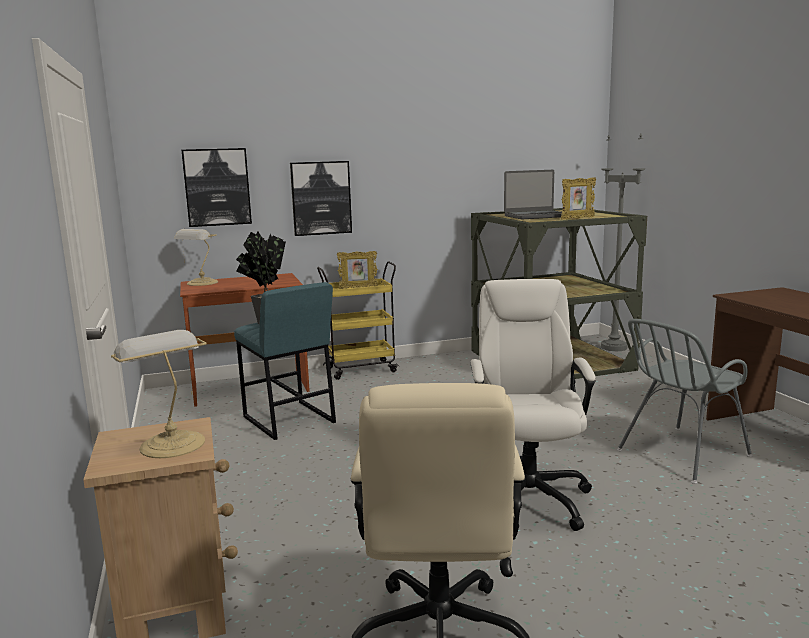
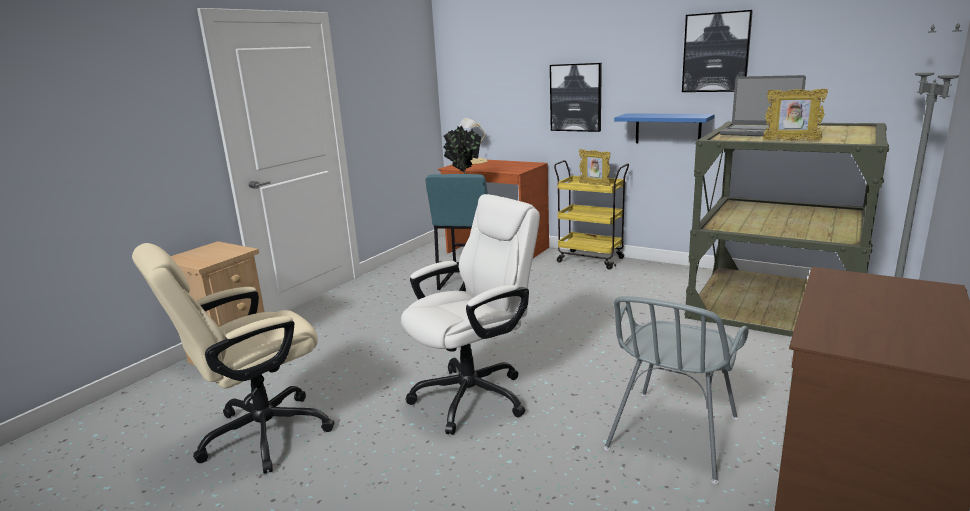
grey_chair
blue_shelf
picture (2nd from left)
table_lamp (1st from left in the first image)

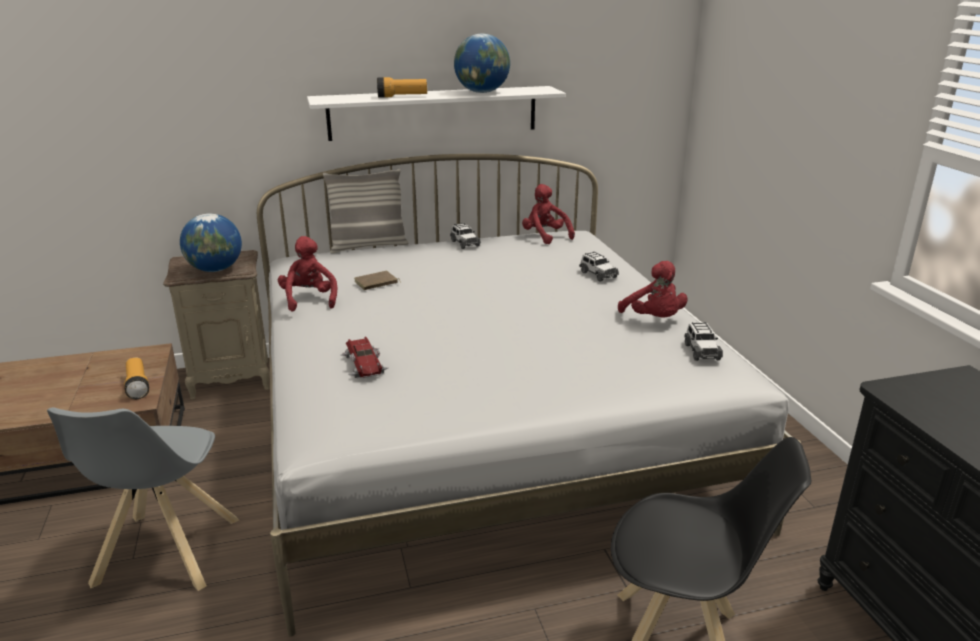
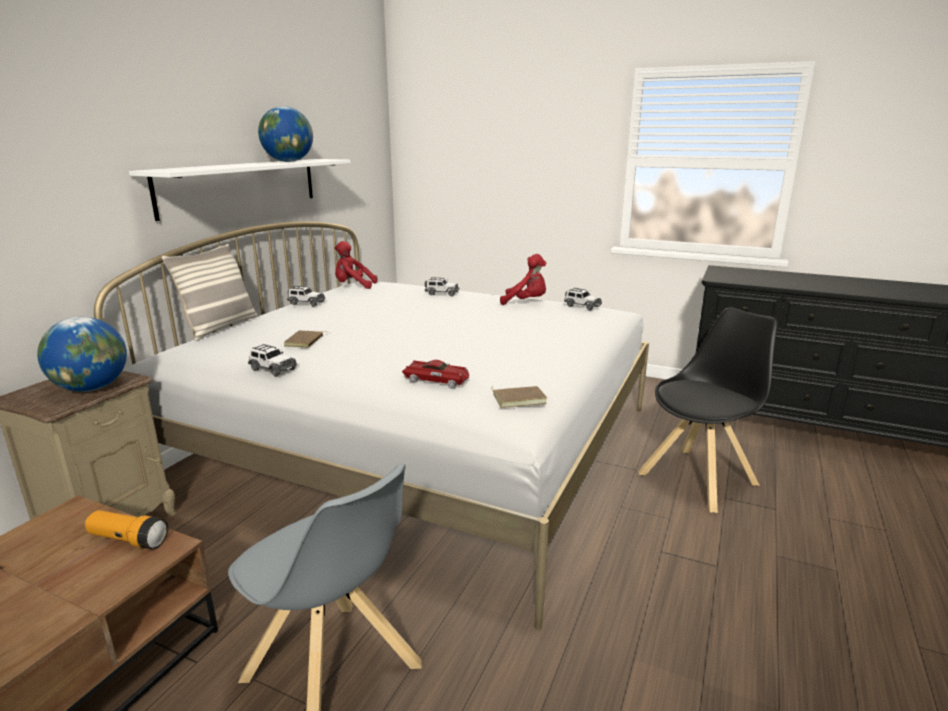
toy_car (1st from left)
brown_book (2nd from left)
flashlight (2nd from left in the first image)

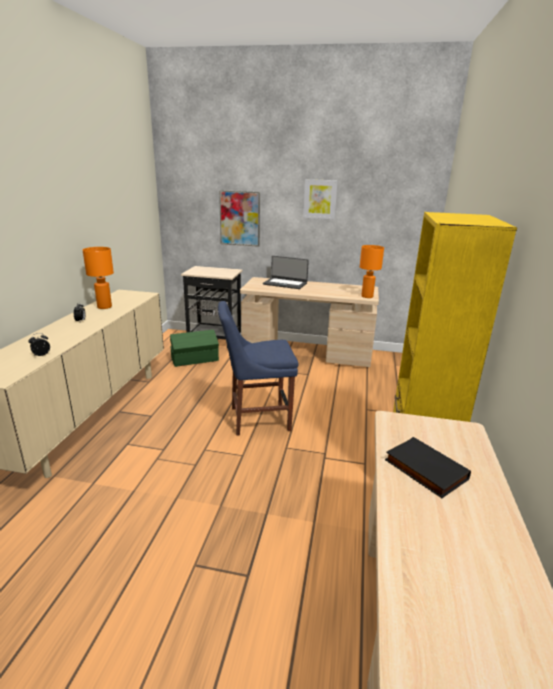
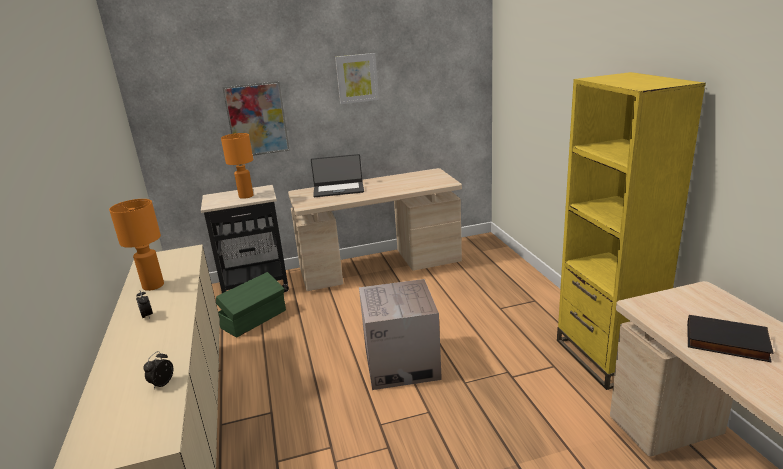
orange_table_lamp (2nd from left)
cardboard_box

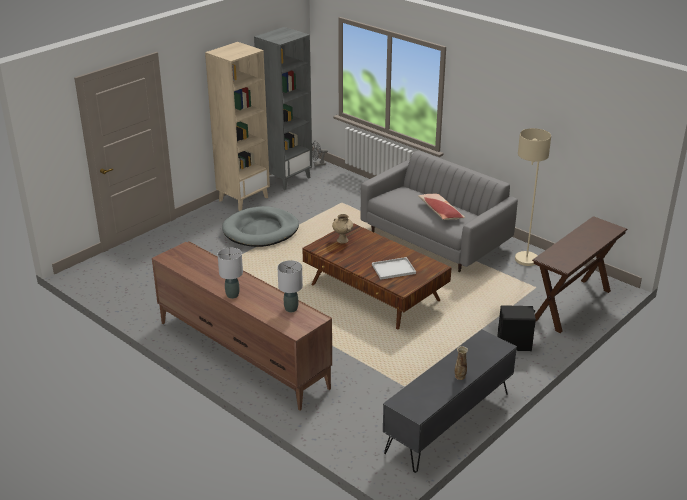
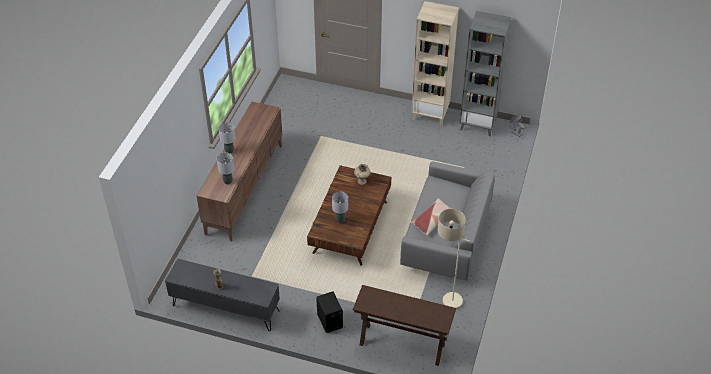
grey_table_lamp (3rd from left)
grey_dog_bed

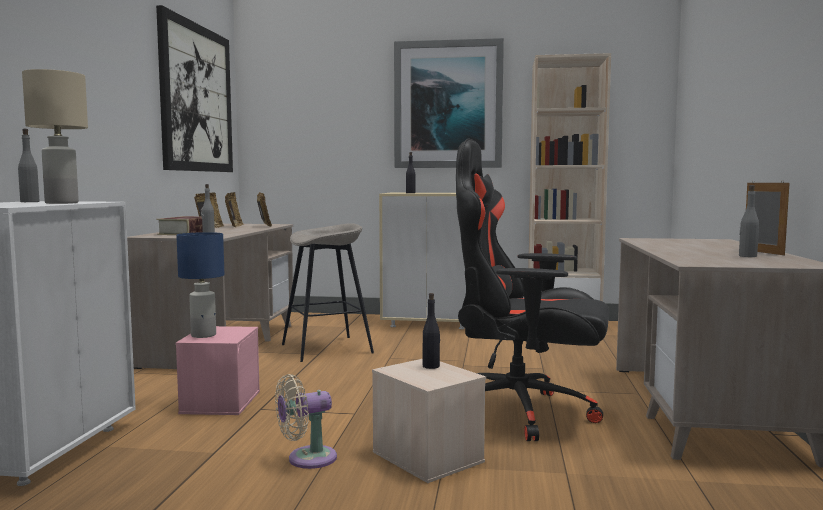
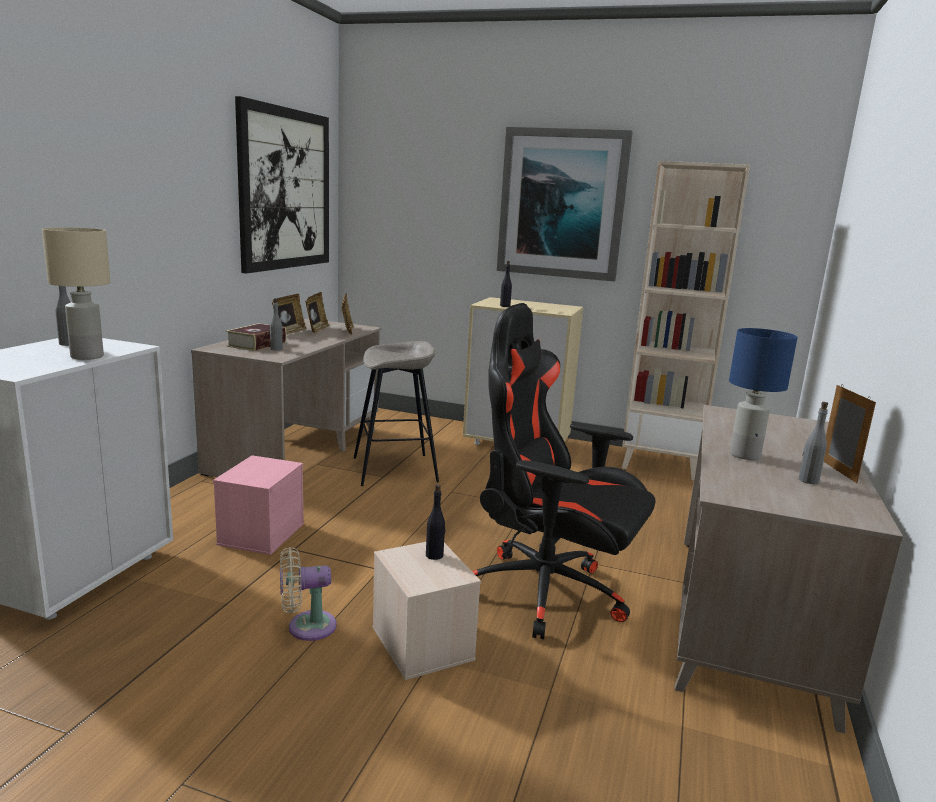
blue_table_lamp

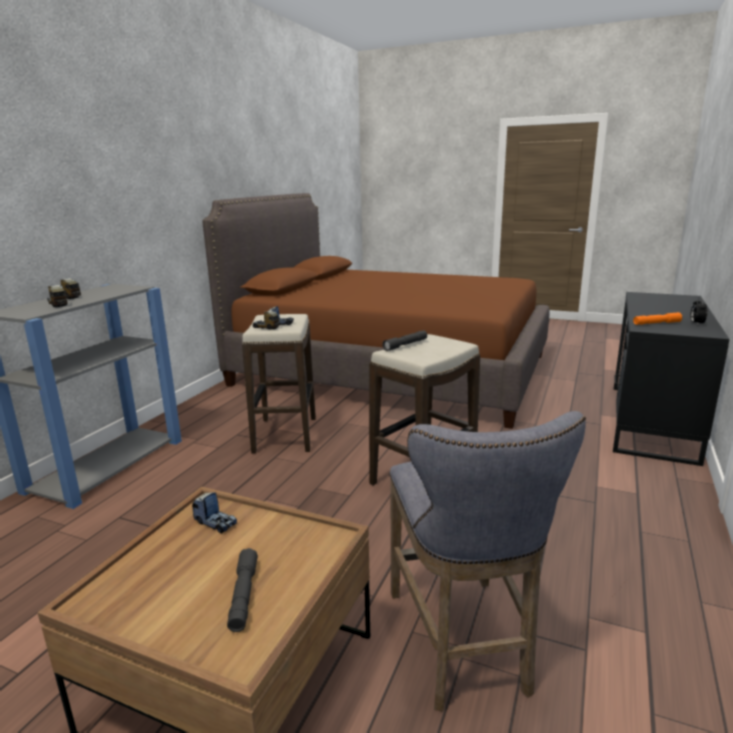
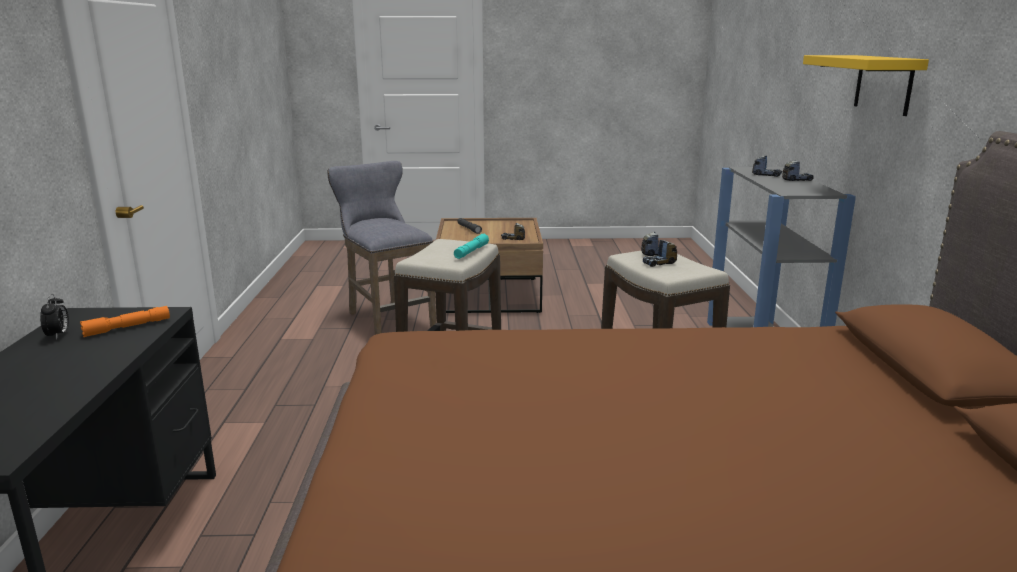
turquoise_flashlight
yellow_shelf

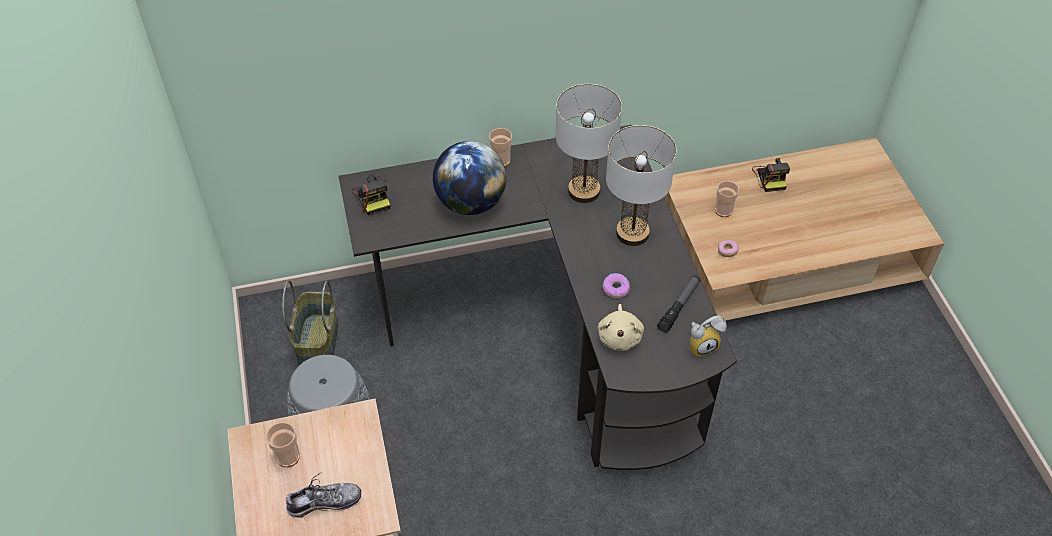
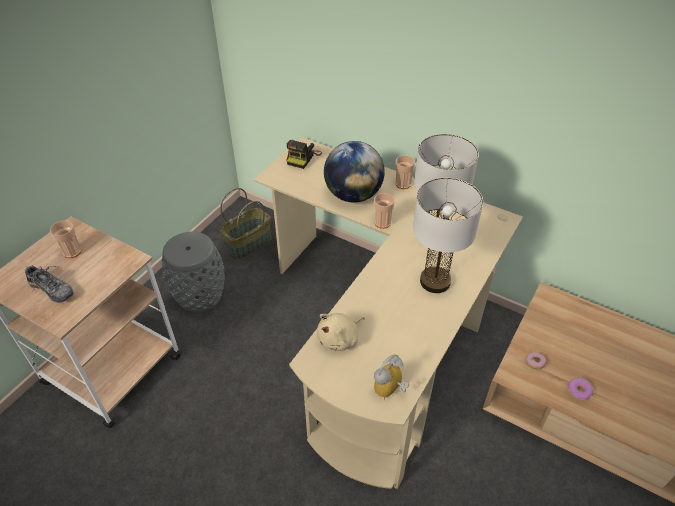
beige_desk
cup (2nd from left)
alarm_clock
donut (2nd from left)
flashlight
photo_camera (2nd from left in the first image)

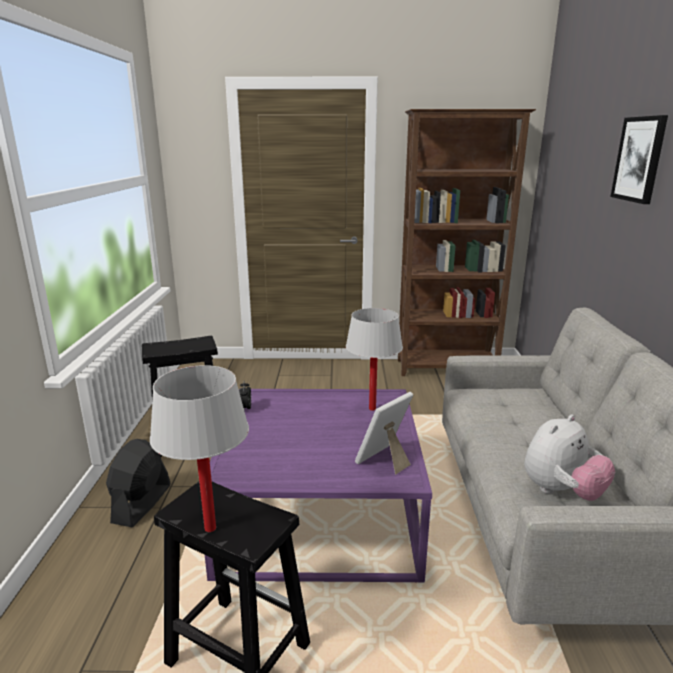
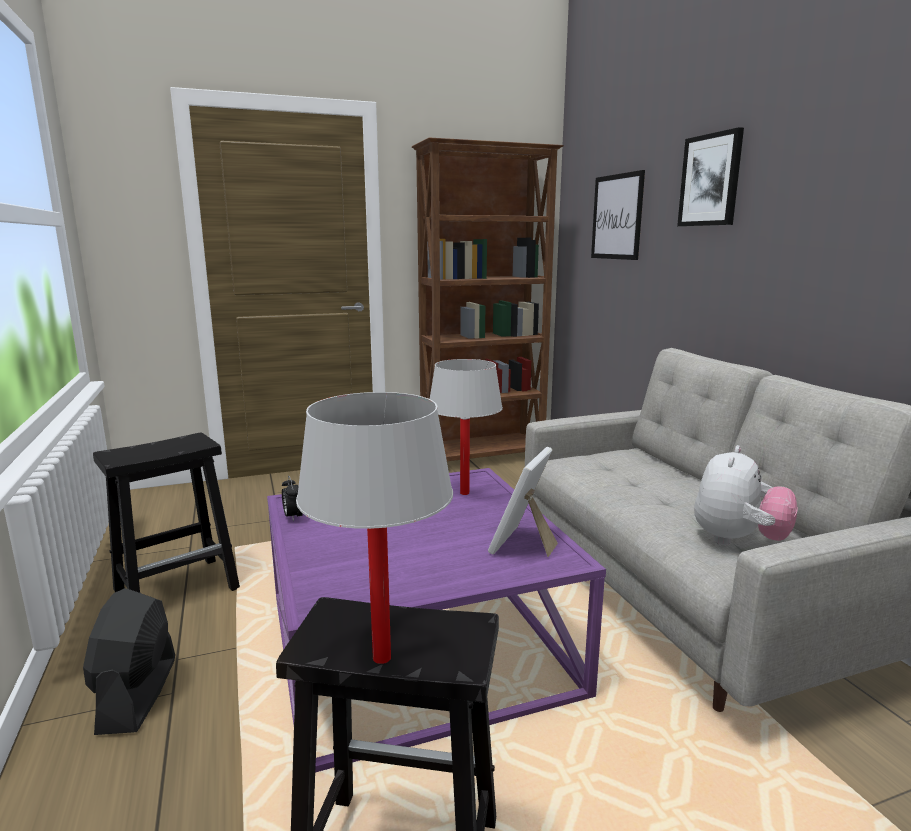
picture (1st from left)

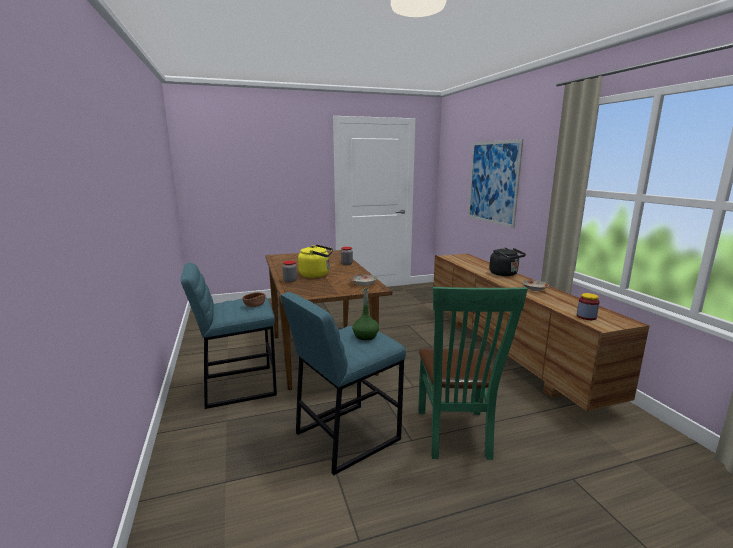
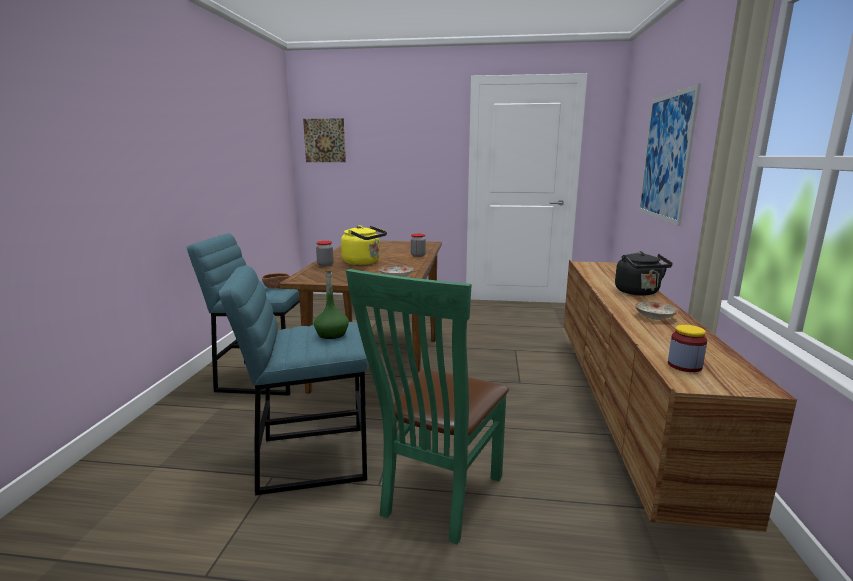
picture (1st from left)

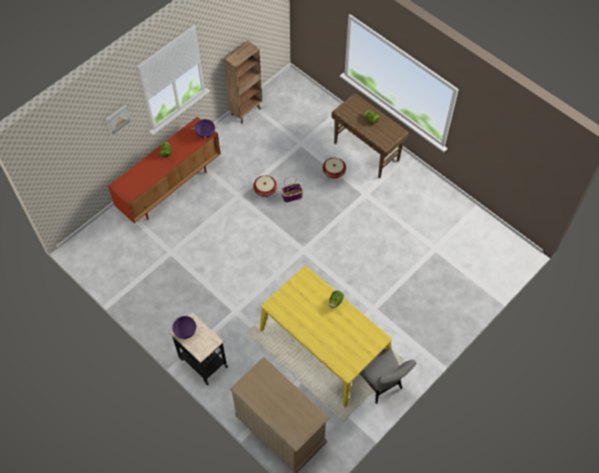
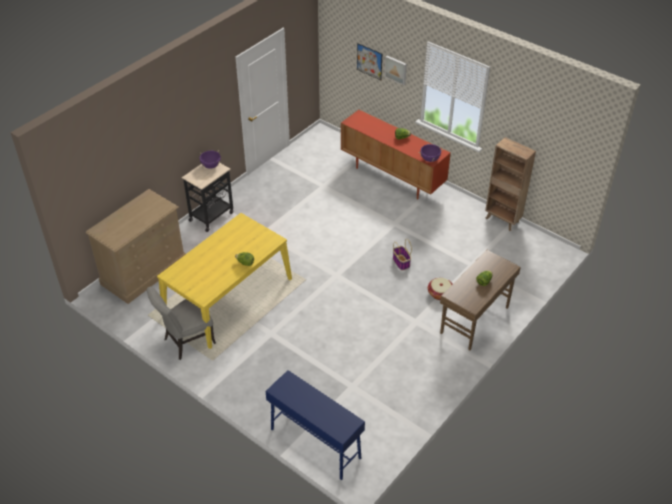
blue_console_table
picture (1st from left)
basket (1st from left in the first image)

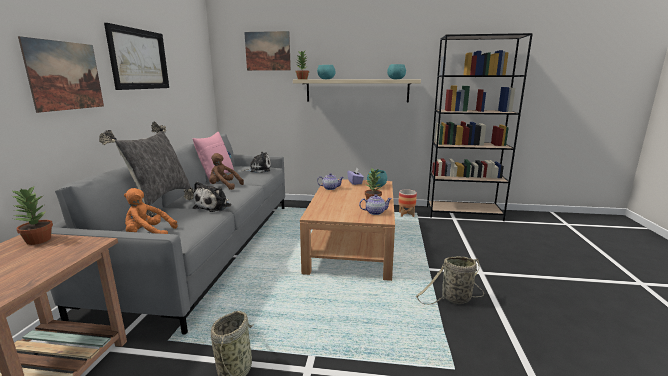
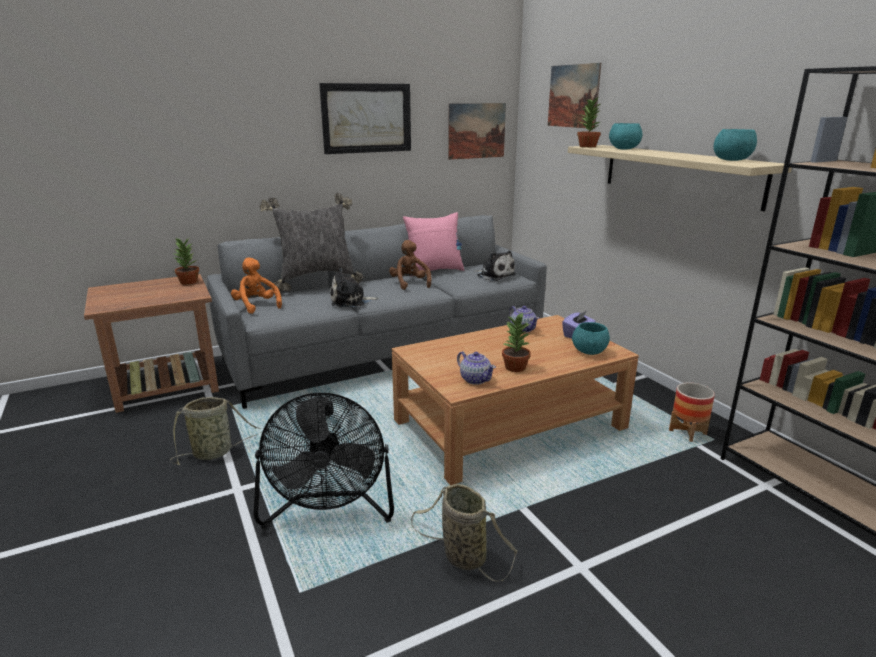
black_fan
picture (2nd from left)

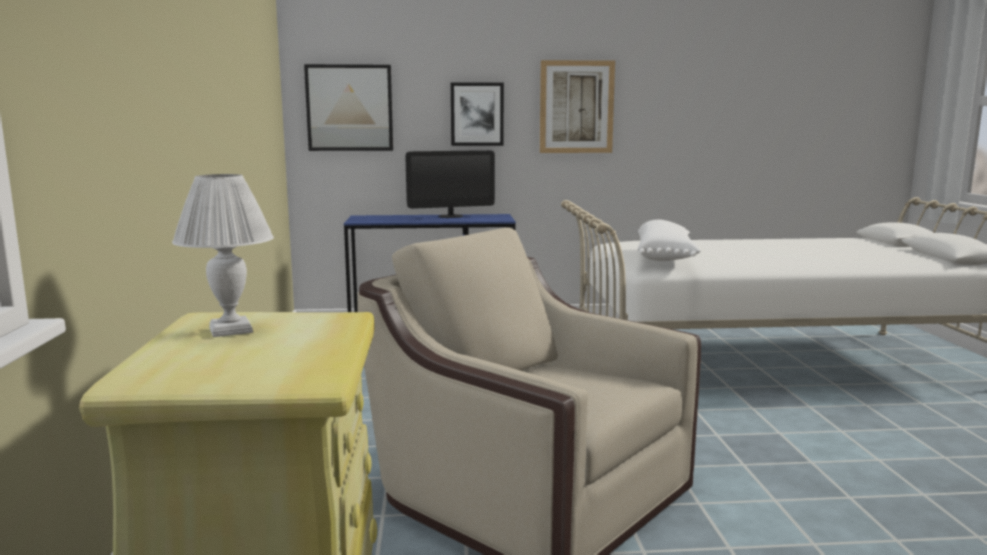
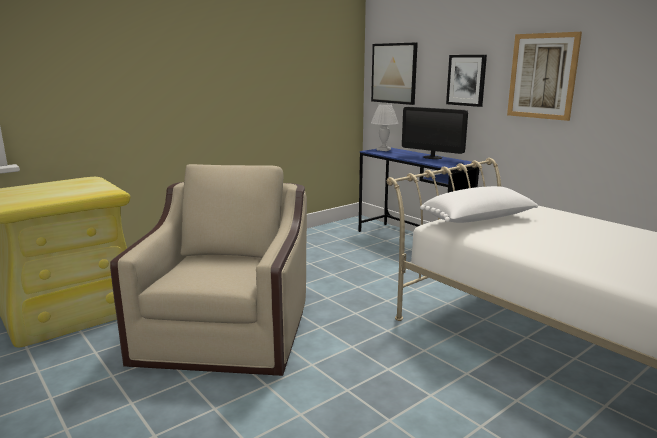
white_table_lamp

